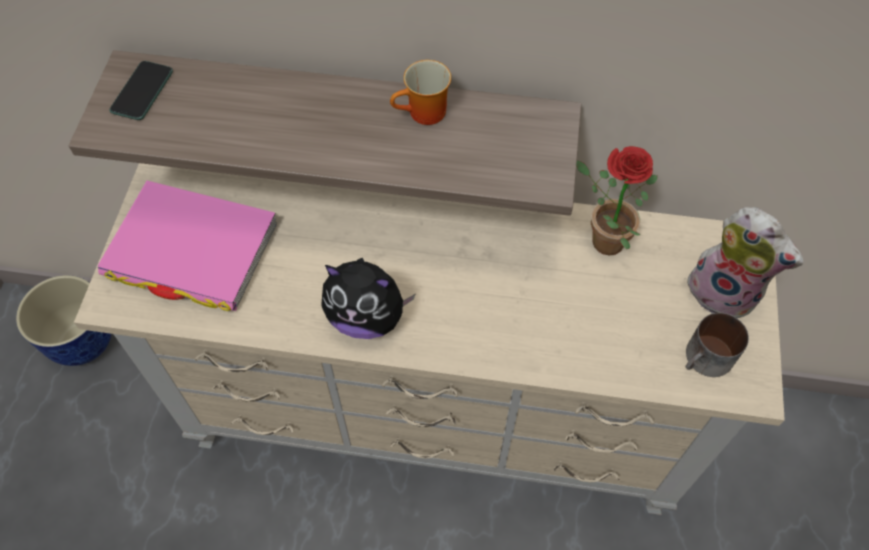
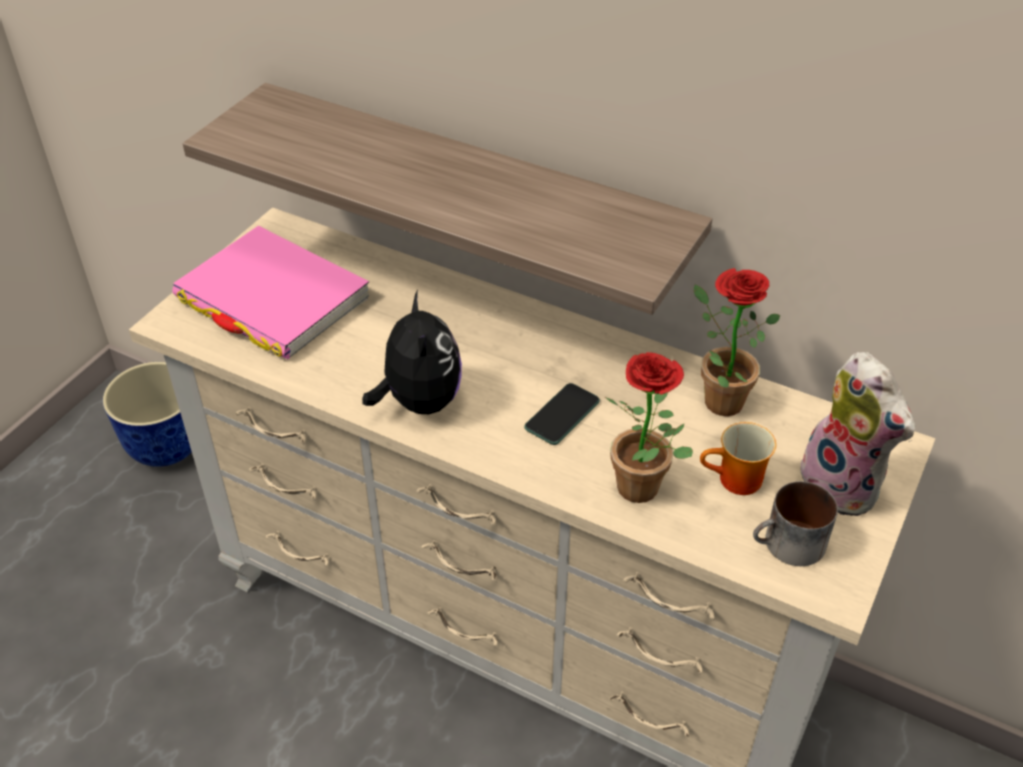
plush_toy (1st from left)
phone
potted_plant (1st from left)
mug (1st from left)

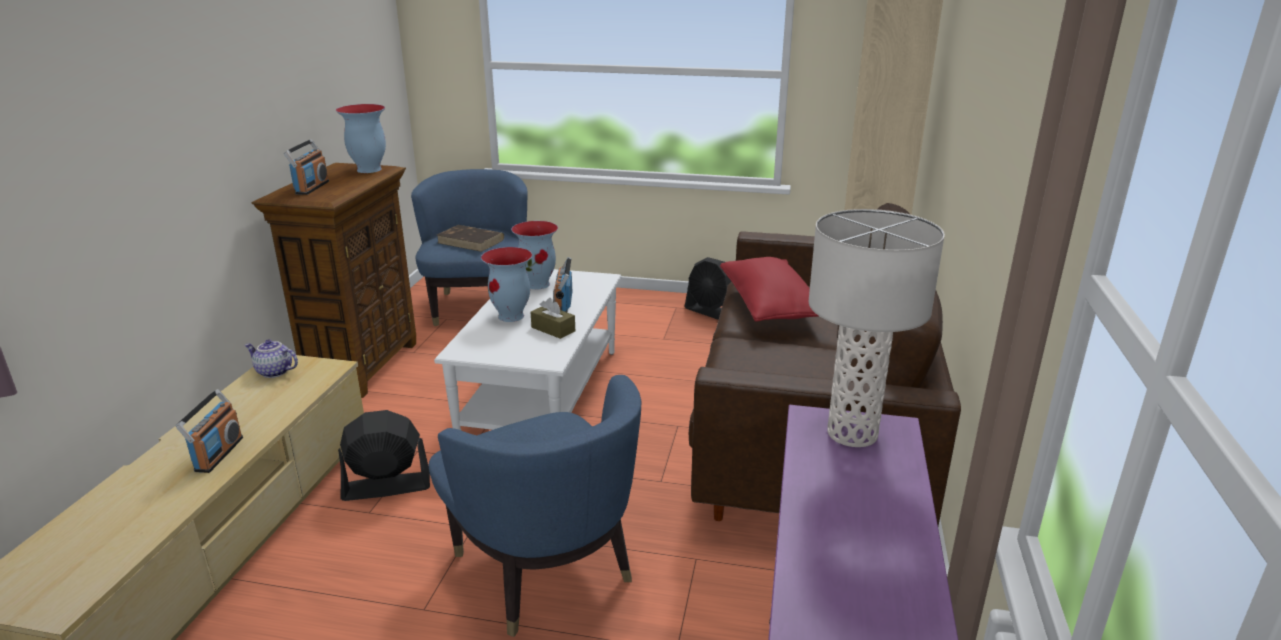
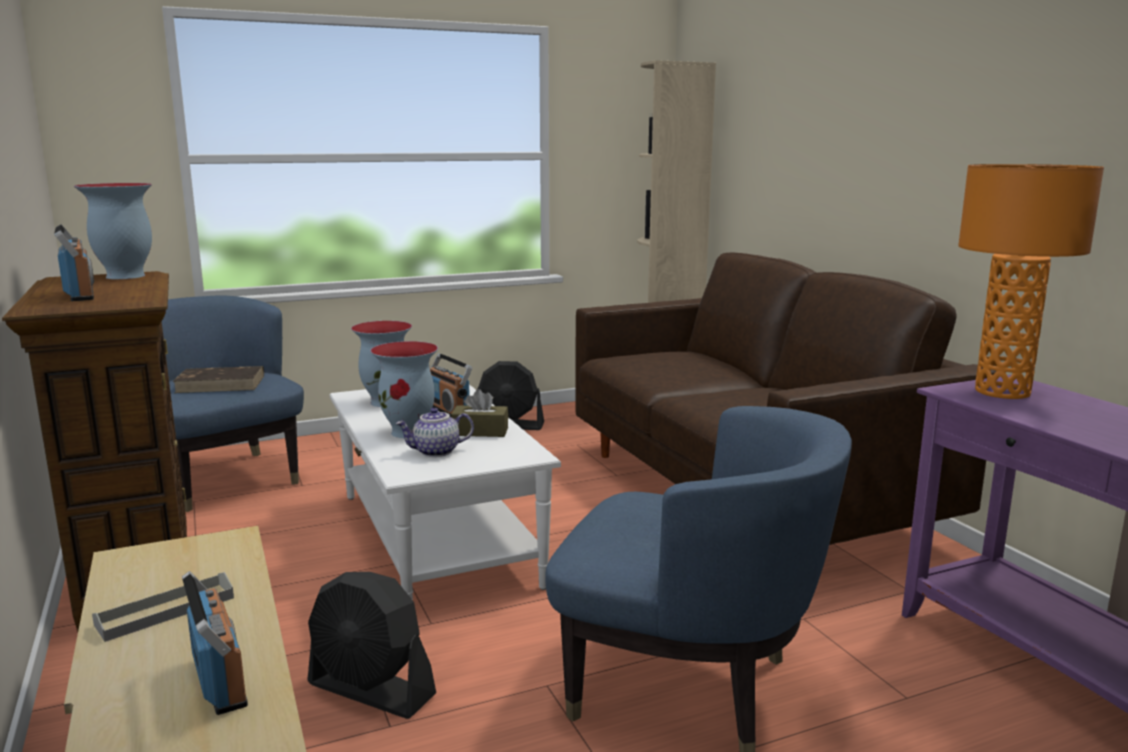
grey_tray
black_fan (1st from left)
teapot
orange_table_lamp
red_pillow

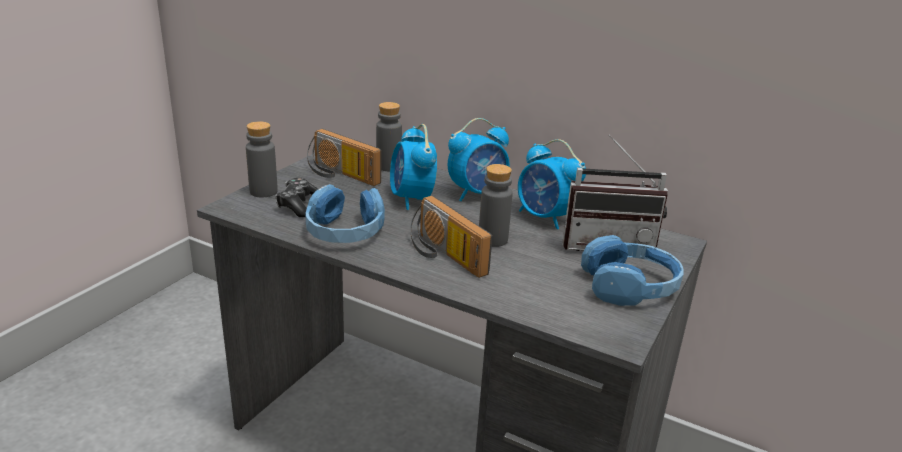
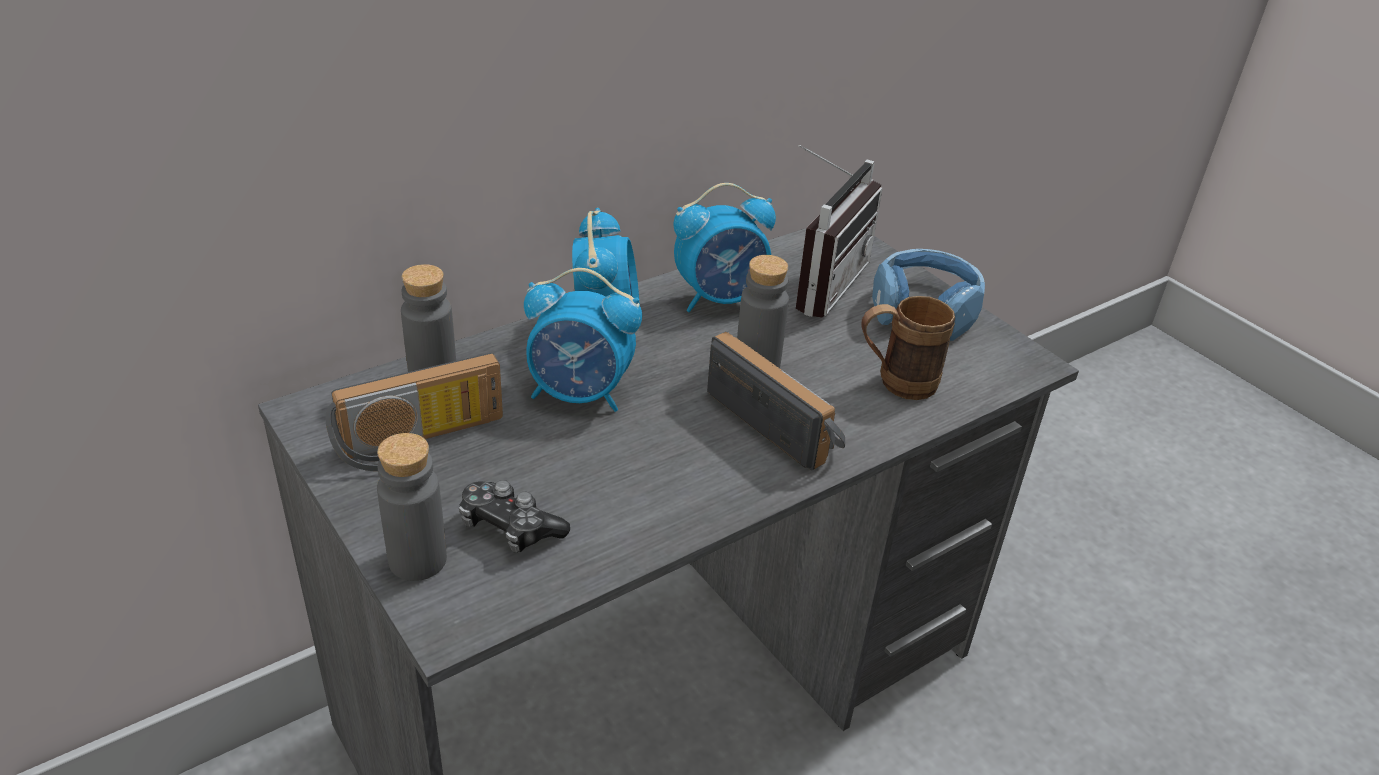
radio (2nd from left)
brown_mug
blue_headphones (1st from left in the first image)

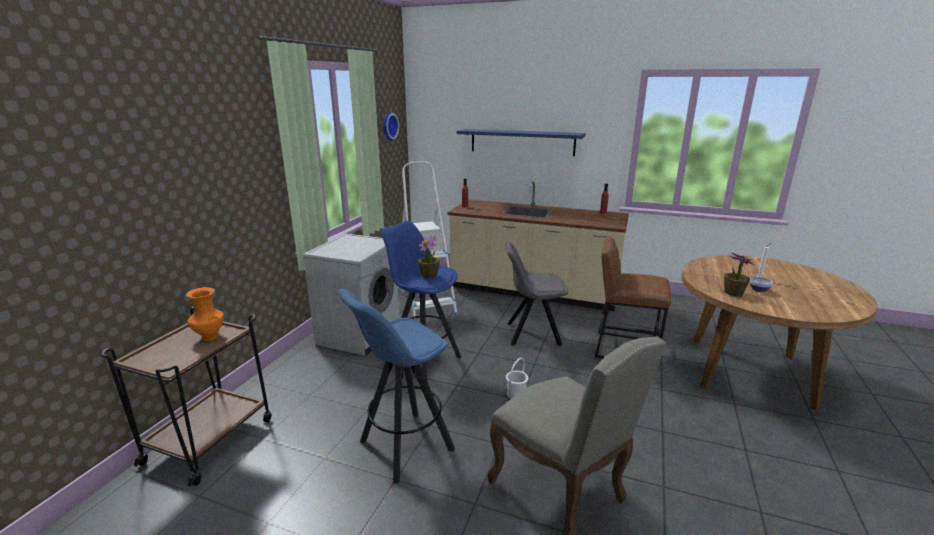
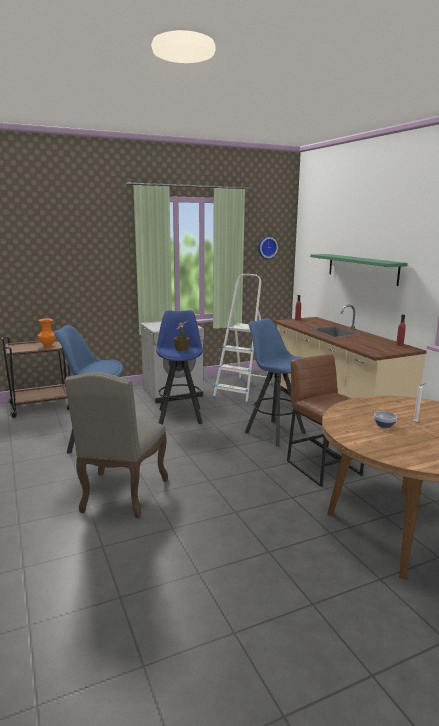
blue_stool (3rd from left)
green_shelf
white_bucket
potted_plant (2nd from left in the first image)

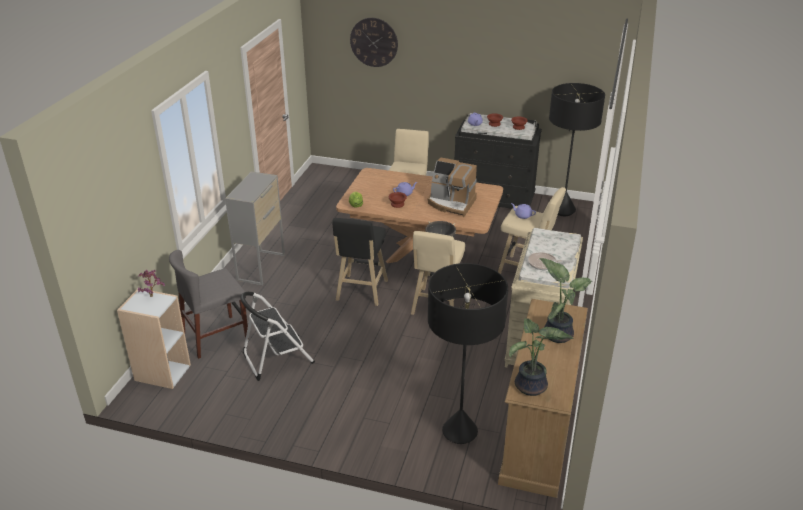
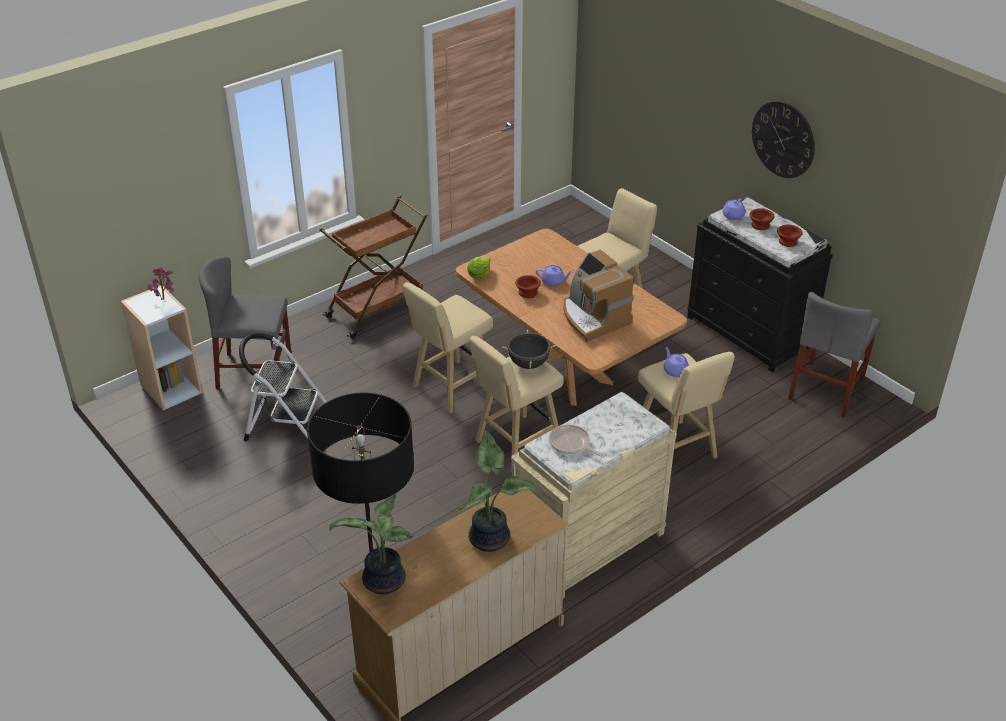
brown_cart
beige_stool (1st from left)
wall_clock
grey_chair (2nd from left)

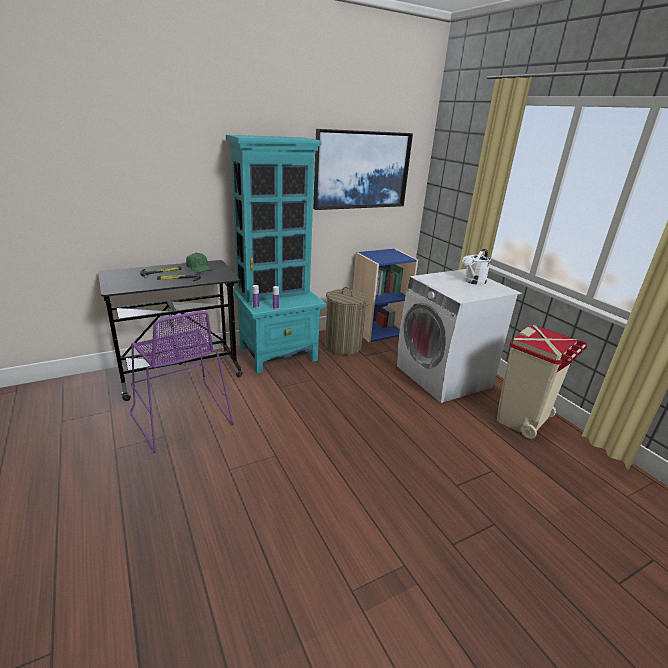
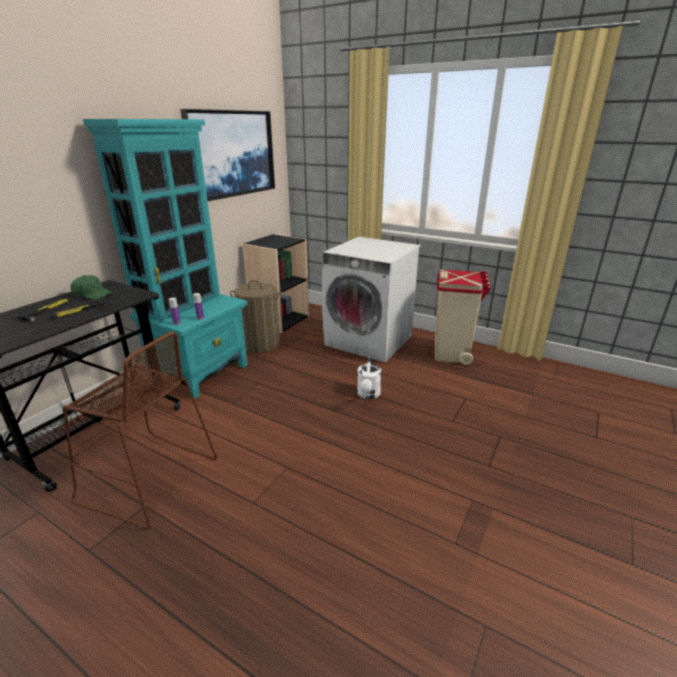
brown_stool
black_bookcase
white_watering_can

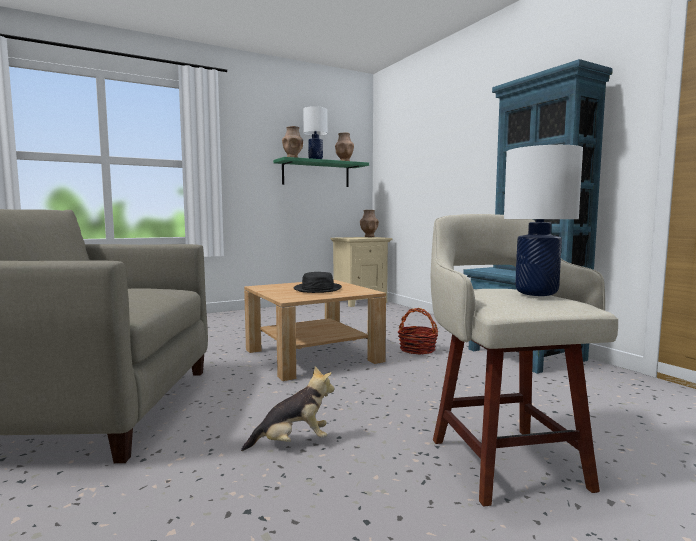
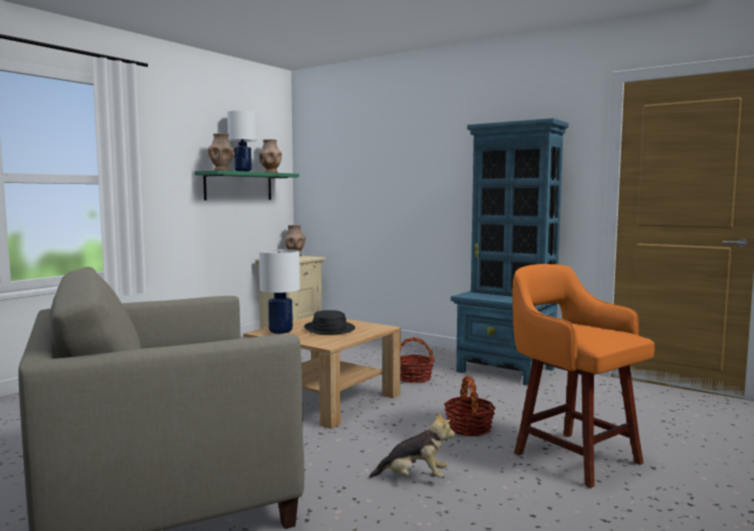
white_table_lamp (2nd from left)
plush_toy
basket (2nd from left)
orange_stool

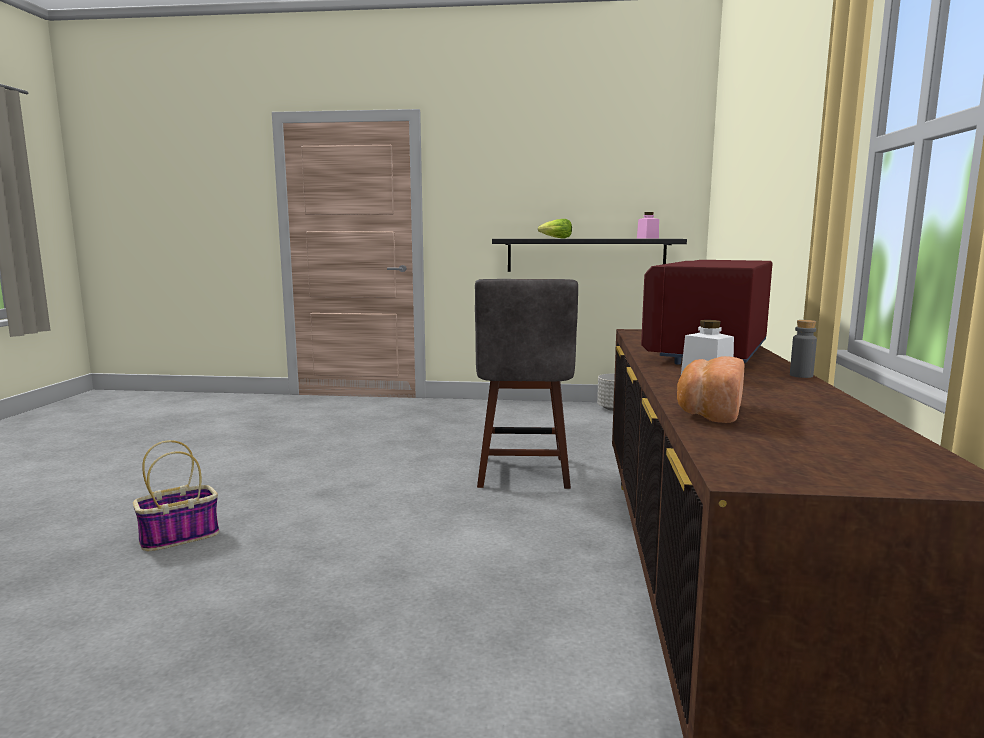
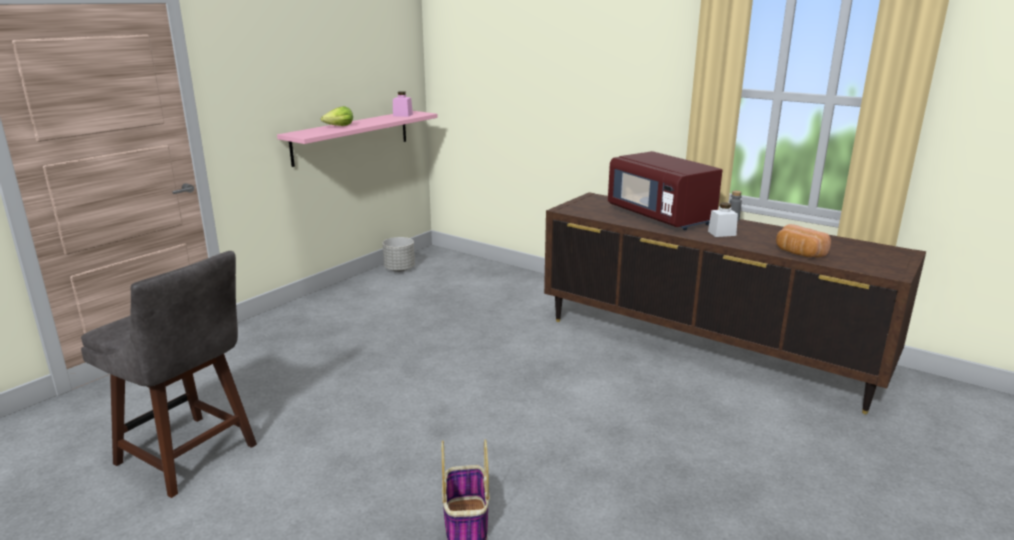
grey_stool
pink_shelf

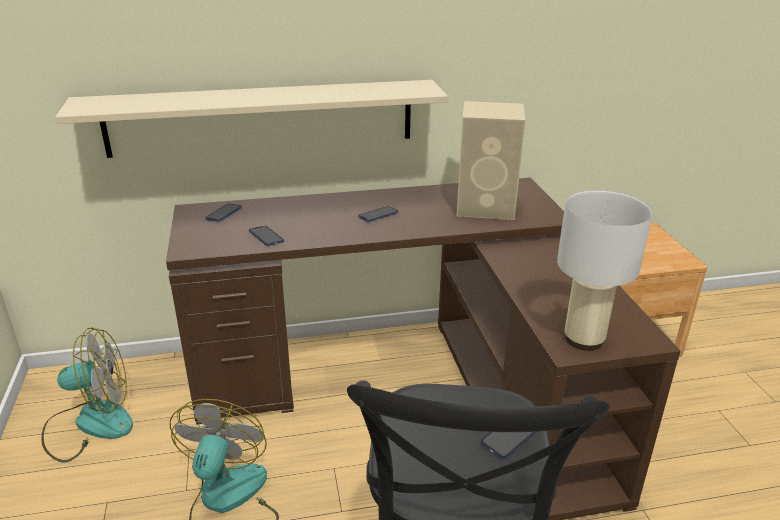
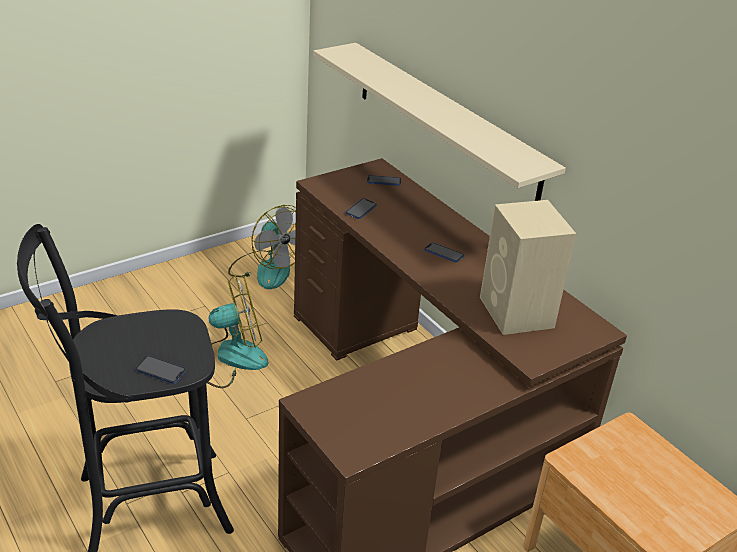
white_table_lamp

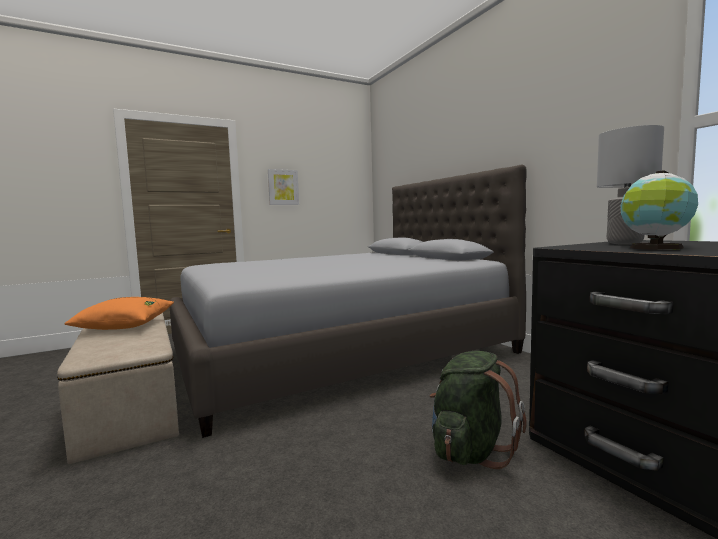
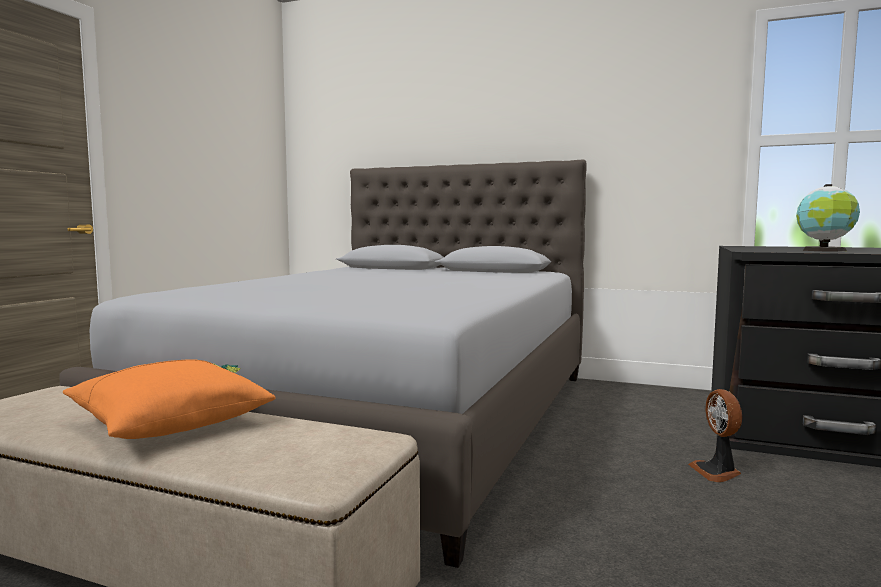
fan
picture
grey_table_lamp

